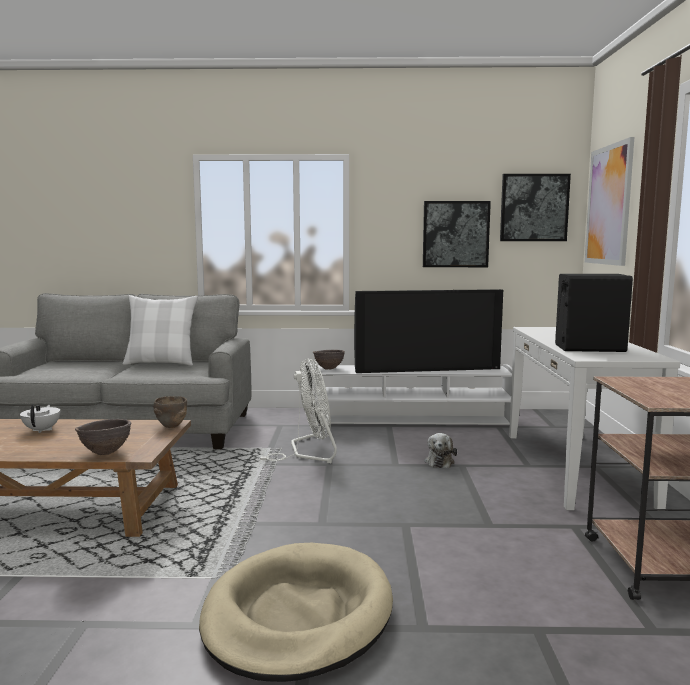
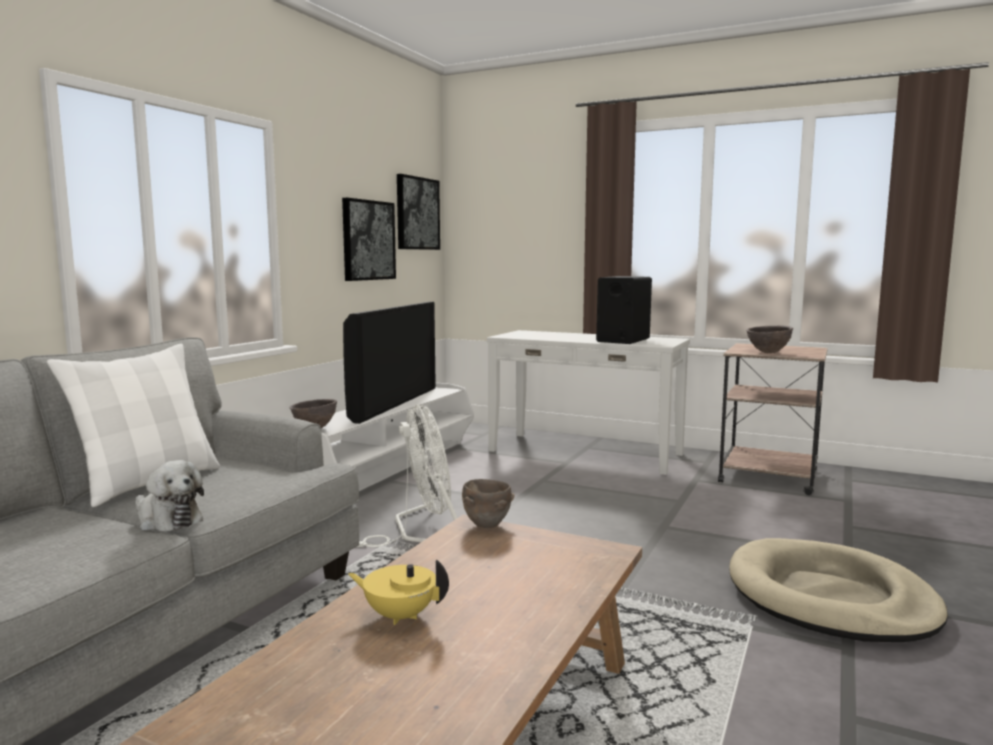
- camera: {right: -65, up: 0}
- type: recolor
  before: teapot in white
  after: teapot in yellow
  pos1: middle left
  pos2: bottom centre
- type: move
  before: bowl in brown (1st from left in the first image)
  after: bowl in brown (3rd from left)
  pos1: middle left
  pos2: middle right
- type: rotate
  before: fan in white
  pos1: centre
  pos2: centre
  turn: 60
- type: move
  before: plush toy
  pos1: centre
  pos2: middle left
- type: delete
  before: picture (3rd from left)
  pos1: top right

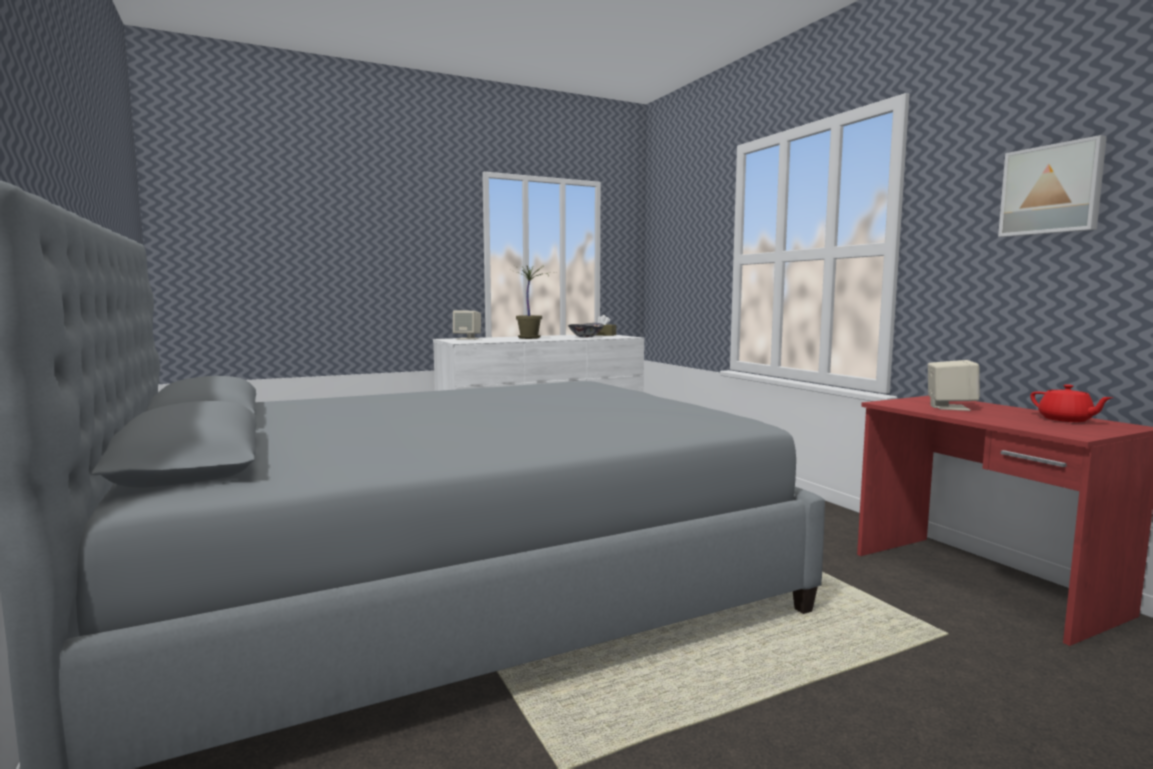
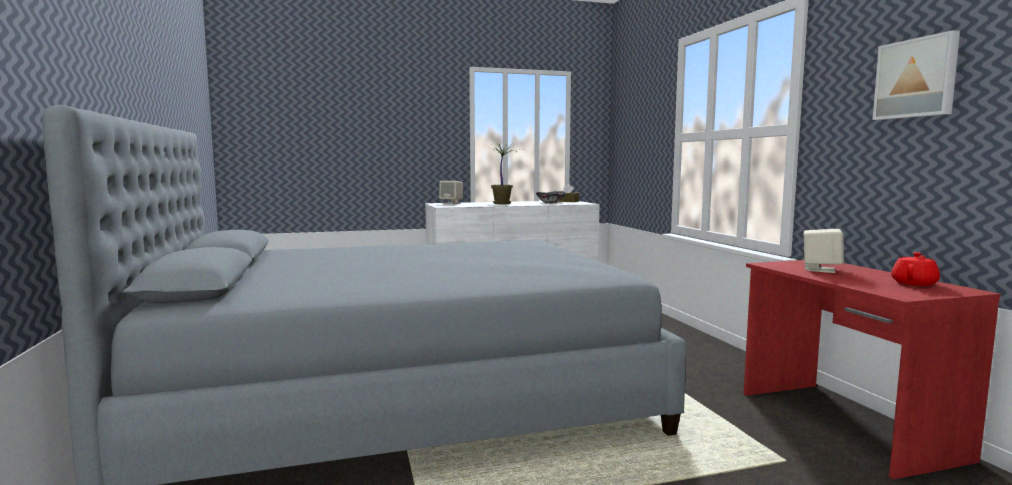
- camera: {right: 10, up: 0}
- type: rotate
  before: teapot in red
  pos1: middle right
  pos2: middle right
  turn: -120

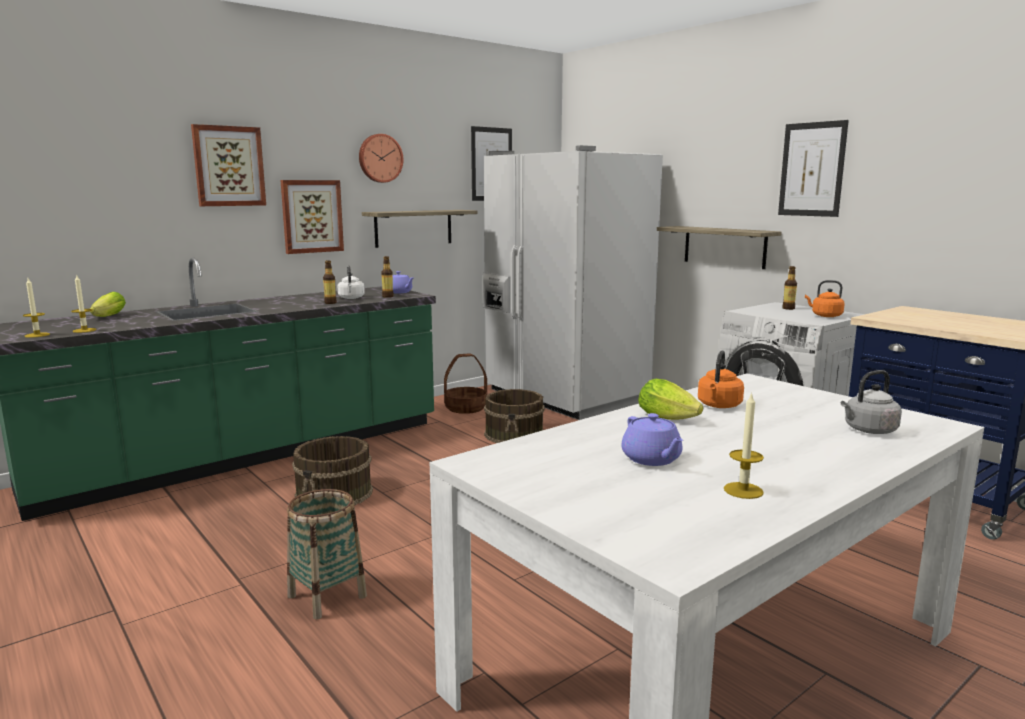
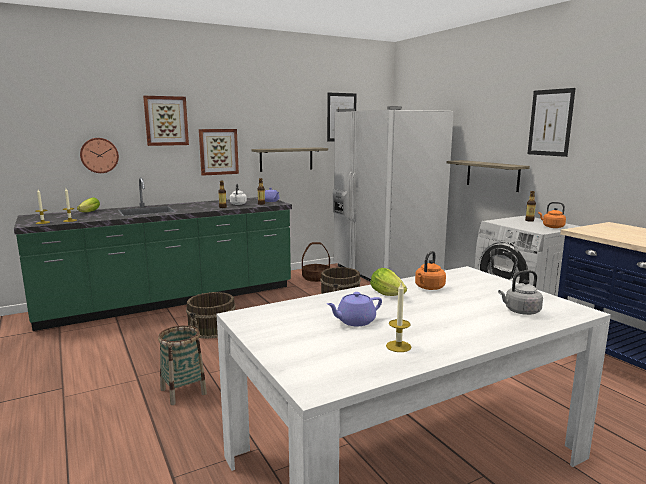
- camera: {right: 10, up: 0}
- type: move
  before: wall clock
  pos1: top centre
  pos2: top left
- type: rotate
  before: teapot in purple (2nd from left)
  pos1: centre
  pos2: centre
  turn: 75

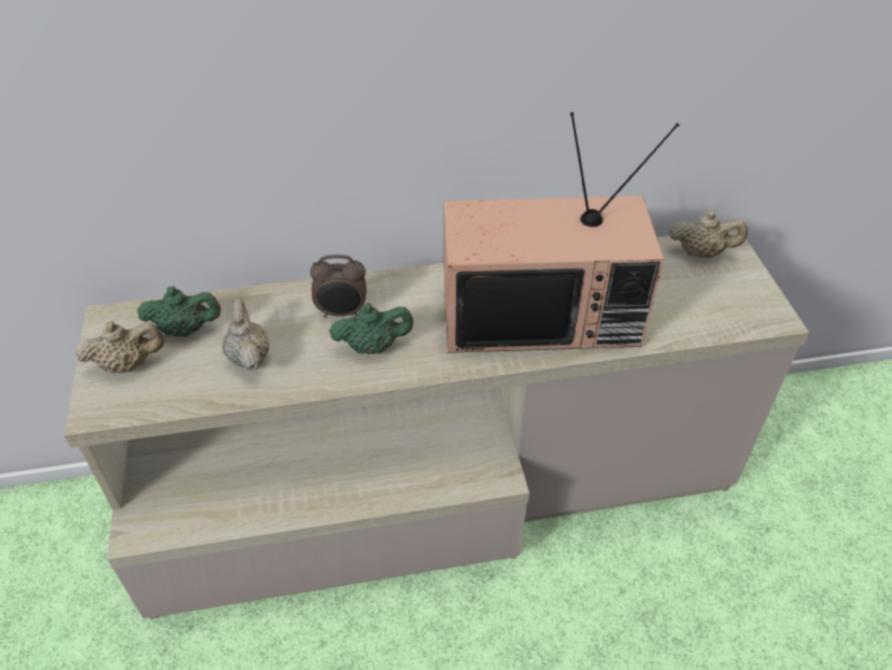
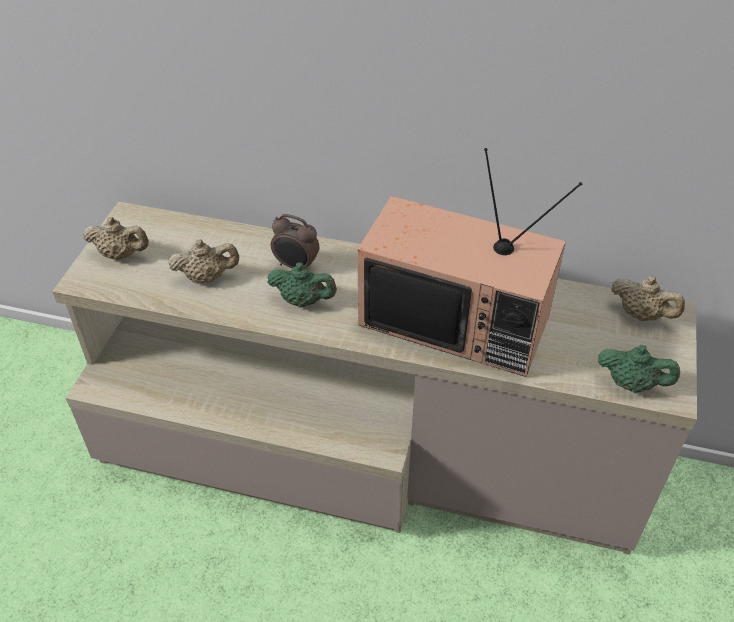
- camera: {right: 25, up: 0}
- type: move
  before: teapot in green (1st from left in the first image)
  after: teapot in green (2nd from left)
  pos1: middle left
  pos2: middle right
- type: rotate
  before: teapot in beige (2nd from left)
  pos1: middle left
  pos2: middle left
  turn: 75

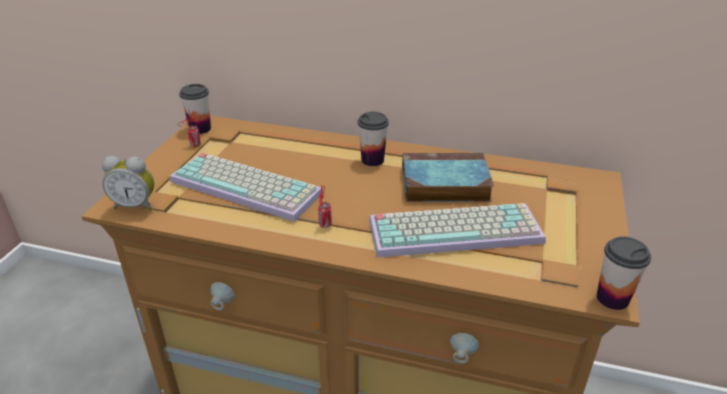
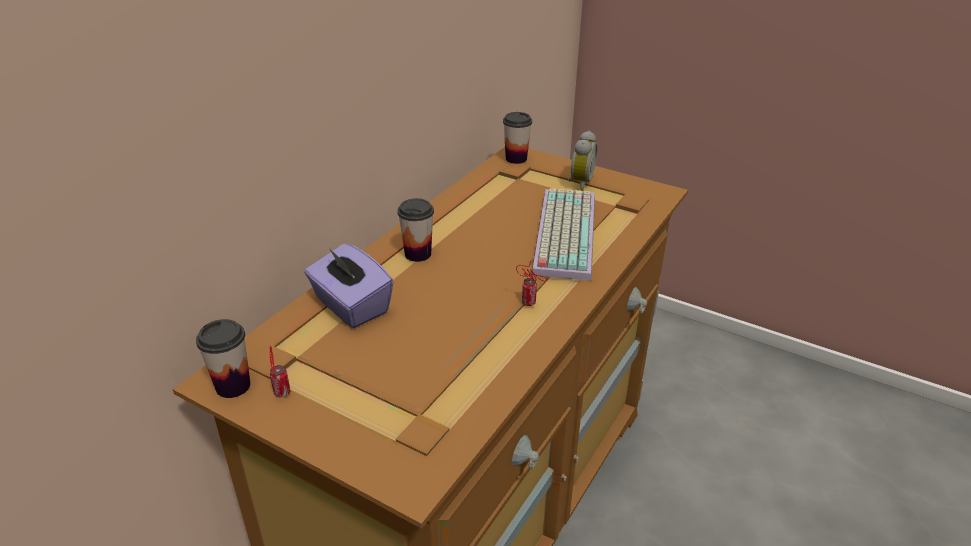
- camera: {right: -75, up: 0}
- type: move
  before: alarm clock
  pos1: middle left
  pos2: top centre
- type: delete
  before: keyboard (1st from left)
  pos1: centre
- type: delete
  before: book
  pos1: centre
- type: move
  before: cup (3rd from left)
  pos1: bottom right
  pos2: top centre
- type: insert
  after: tissue box in purple
  pos2: centre

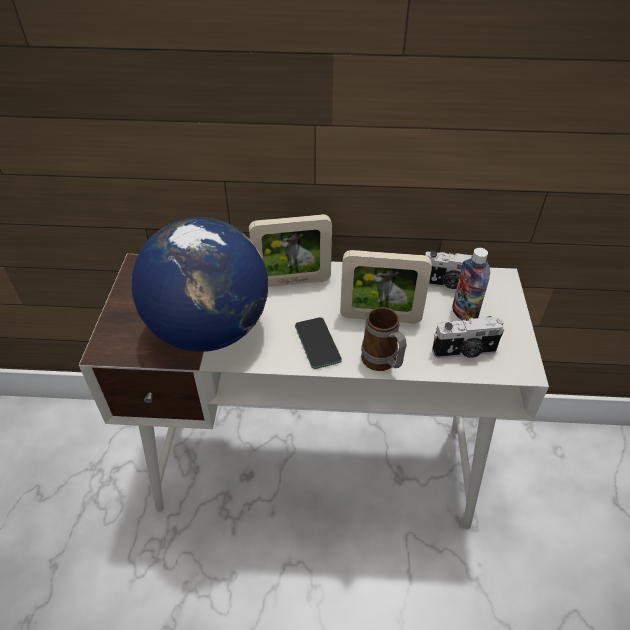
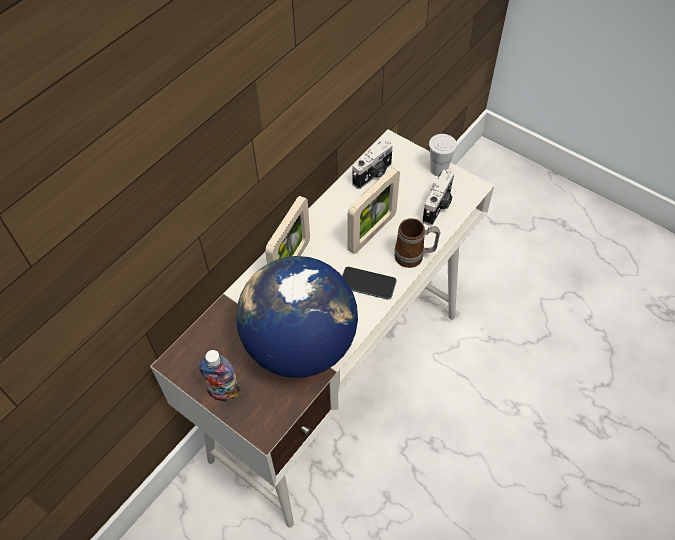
- camera: {right: -55, up: 10}
- type: move
  before: bottle
  pos1: middle right
  pos2: bottom left
- type: insert
  after: cup in white
  pos2: top centre

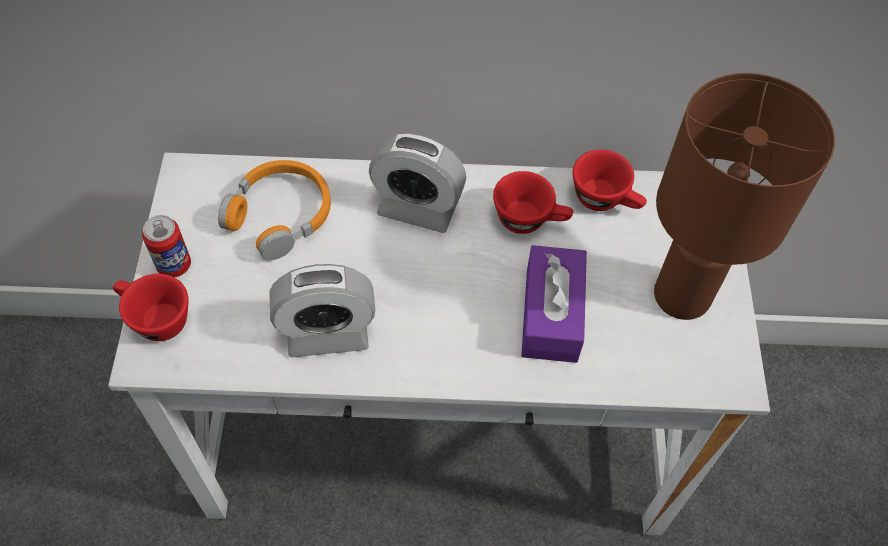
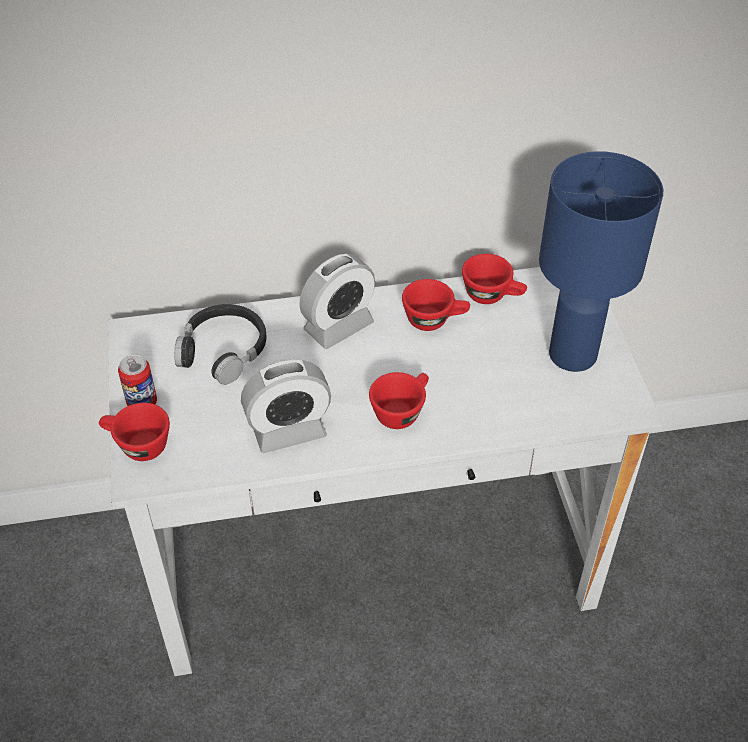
- camera: {right: -10, up: -10}
- type: recolor
  before: headphones in orange
  after: headphones in black
  pos1: middle left
  pos2: middle left
- type: rotate
  before: alarm clock (2nd from left)
  pos1: centre
  pos2: centre
  turn: -45
- type: delete
  before: tissue box in purple
  pos1: centre
- type: recolor
  before: table lamp in brown
  after: table lamp in blue
  pos1: middle right
  pos2: middle right
- type: insert
  after: cup in red (2nd from left)
  pos2: centre

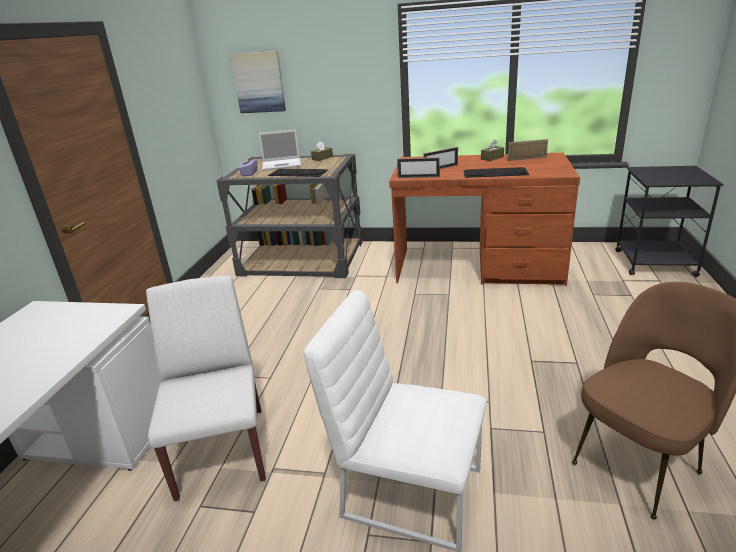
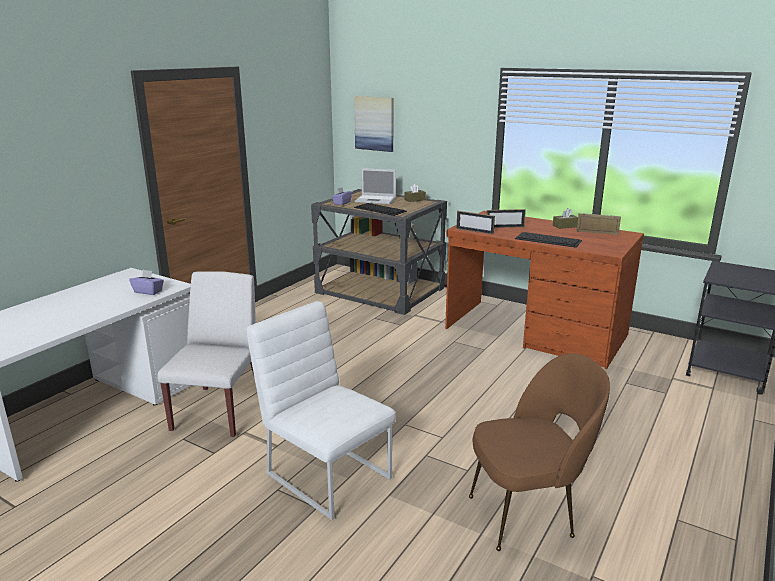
- camera: {right: 20, up: -5}
- type: insert
  after: tissue box in purple (1st from left)
  pos2: middle left

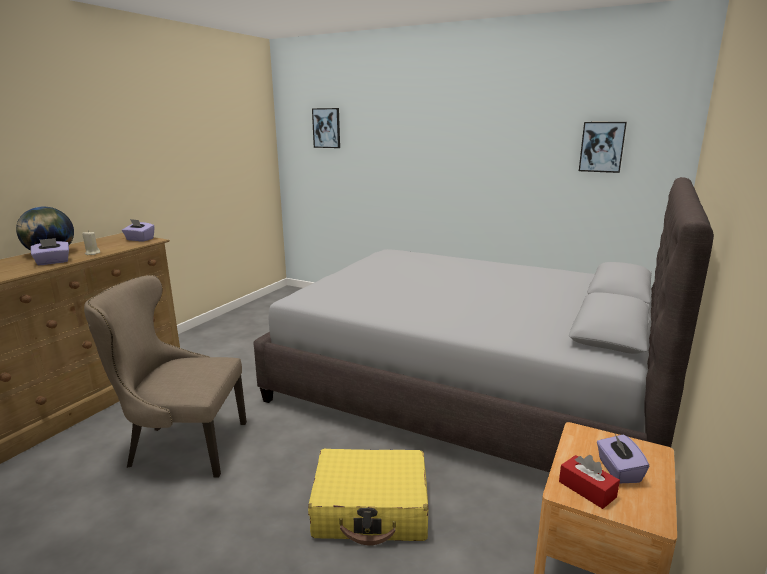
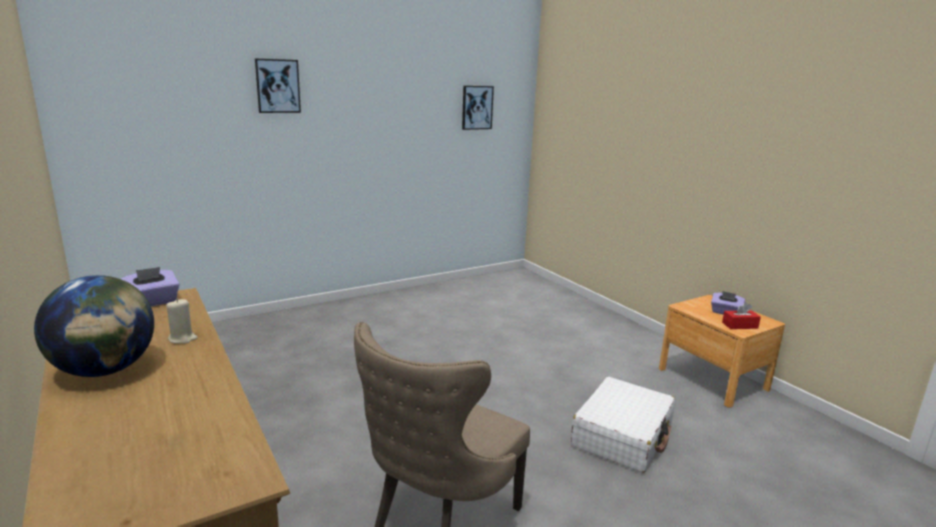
- camera: {right: -60, up: 0}
- type: delete
  before: tissue box in purple (1st from left)
  pos1: middle left
- type: delete
  before: bed in grey
  pos1: centre
- type: recolor
  before: suitcase in yellow
  after: suitcase in white
  pos1: bottom centre
  pos2: bottom centre
- type: move
  before: picture (1st from left)
  pos1: top centre
  pos2: top left

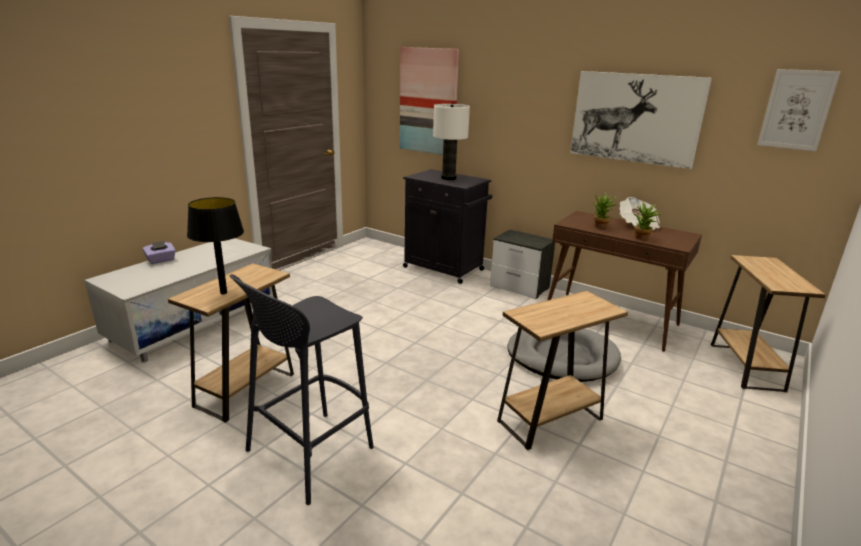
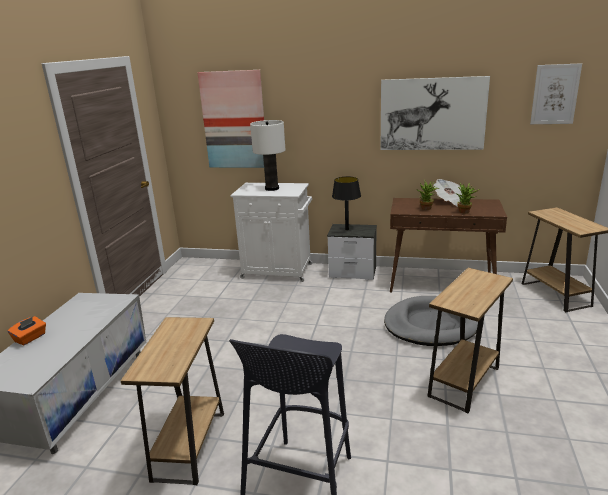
- camera: {right: -20, up: 0}
- type: recolor
  before: tissue box in purple
  after: tissue box in orange
  pos1: middle left
  pos2: bottom left
- type: move
  before: table lamp in black
  pos1: middle left
  pos2: centre
- type: recolor
  before: cabinet in black
  after: cabinet in white
  pos1: centre
  pos2: centre

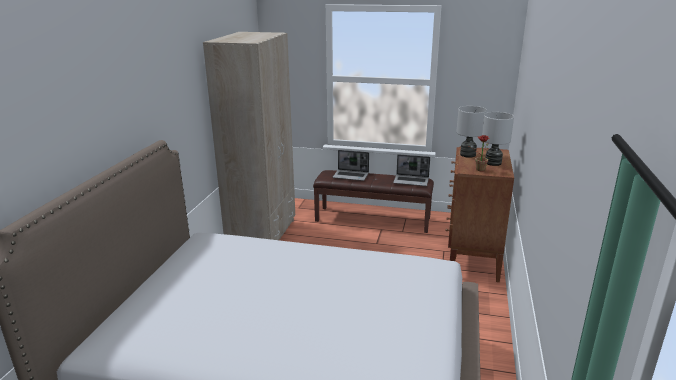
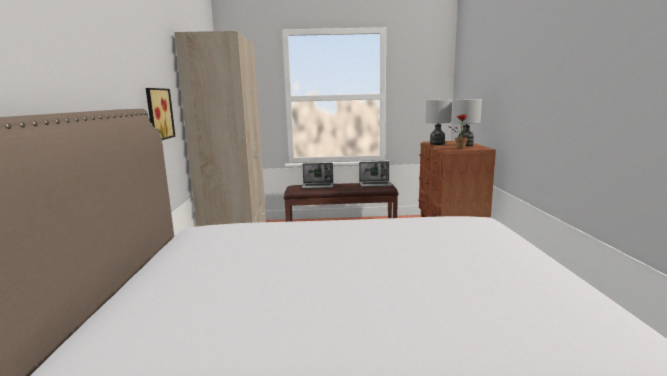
- camera: {right: -15, up: -10}
- type: insert
  after: picture
  pos2: top left

